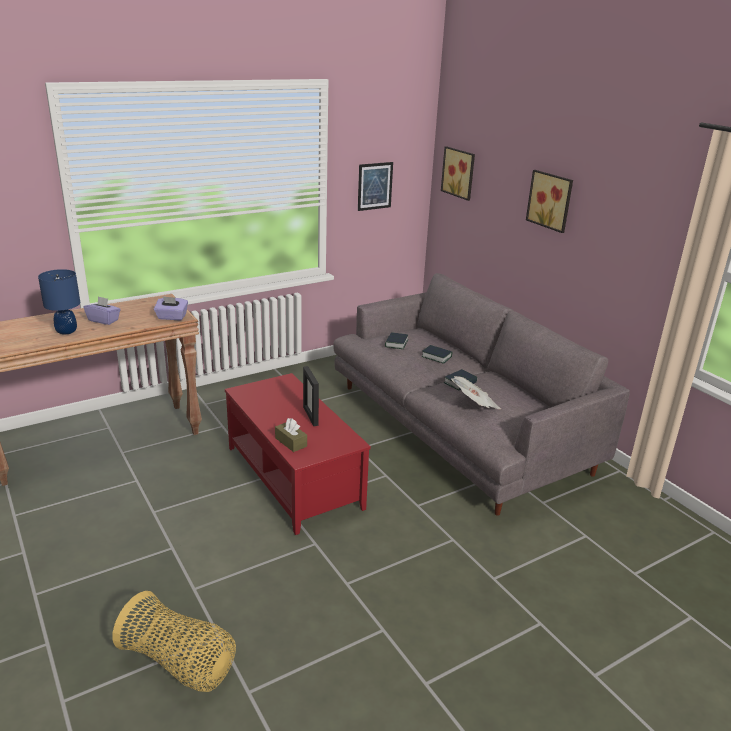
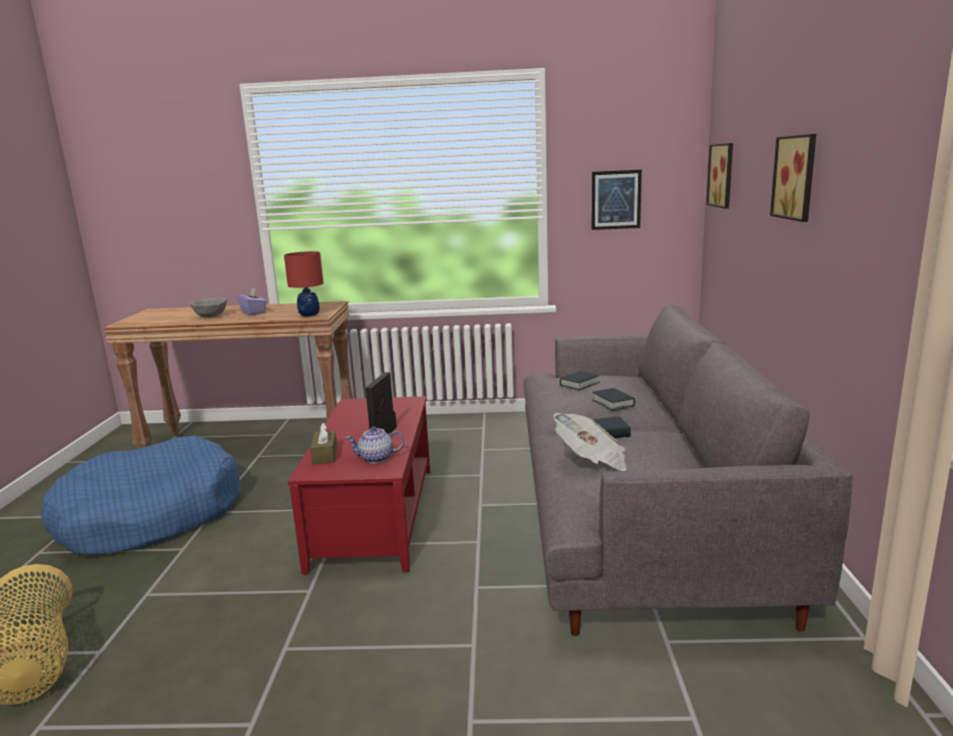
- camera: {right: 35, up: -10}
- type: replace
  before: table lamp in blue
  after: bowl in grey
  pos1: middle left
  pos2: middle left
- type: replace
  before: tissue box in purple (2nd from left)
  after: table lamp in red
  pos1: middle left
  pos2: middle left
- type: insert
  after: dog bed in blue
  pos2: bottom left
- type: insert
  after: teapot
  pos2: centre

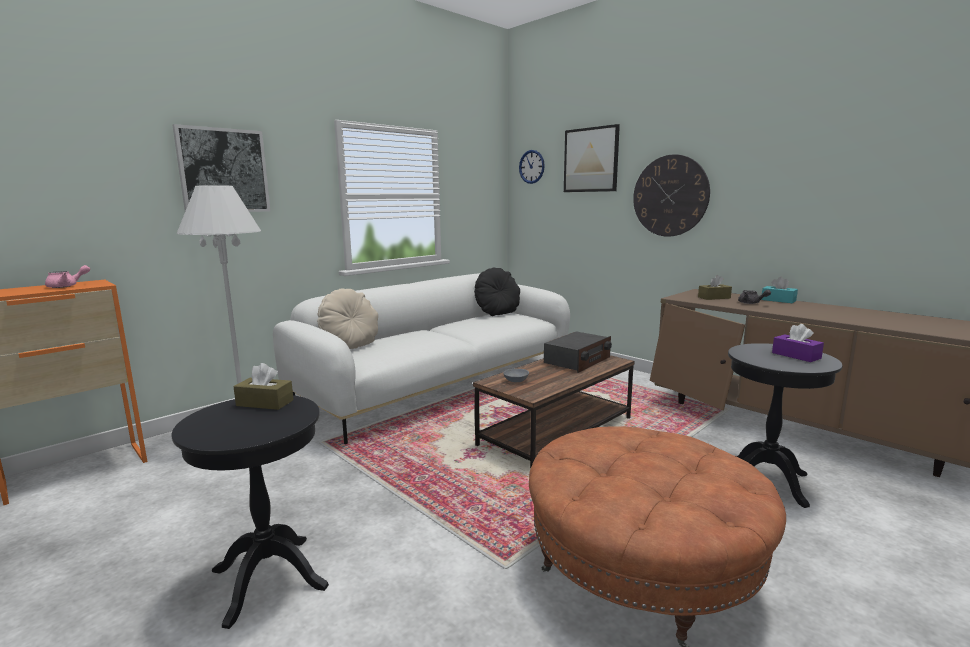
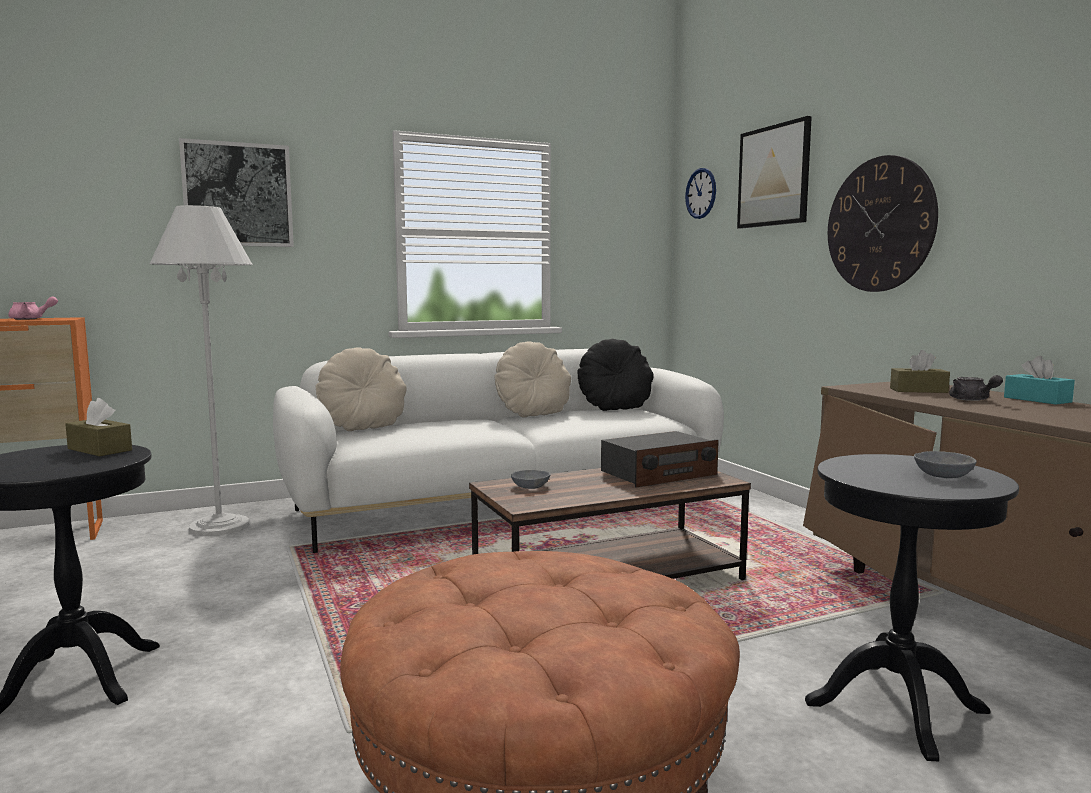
- camera: {right: 20, up: -5}
- type: replace
  before: tissue box in purple
  after: bowl in grey (2nd from left)
  pos1: middle right
  pos2: middle right
- type: insert
  after: pillow in beige (2nd from left)
  pos2: centre

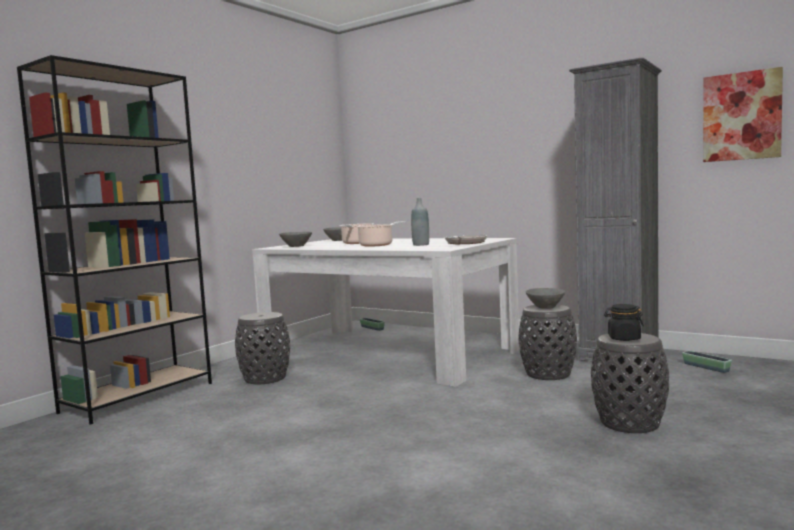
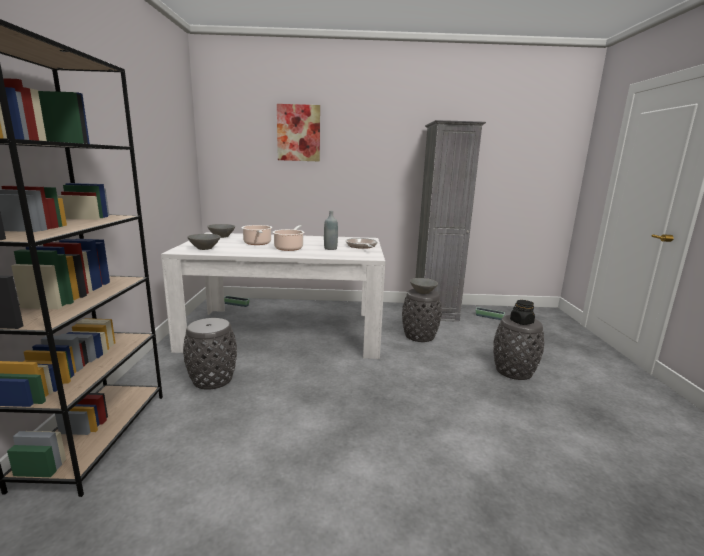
- camera: {right: -35, up: 10}
- type: move
  before: picture
  pos1: top right
  pos2: top centre

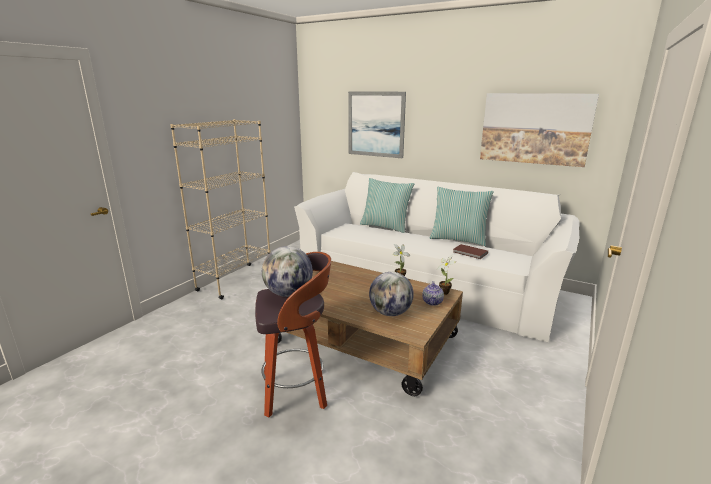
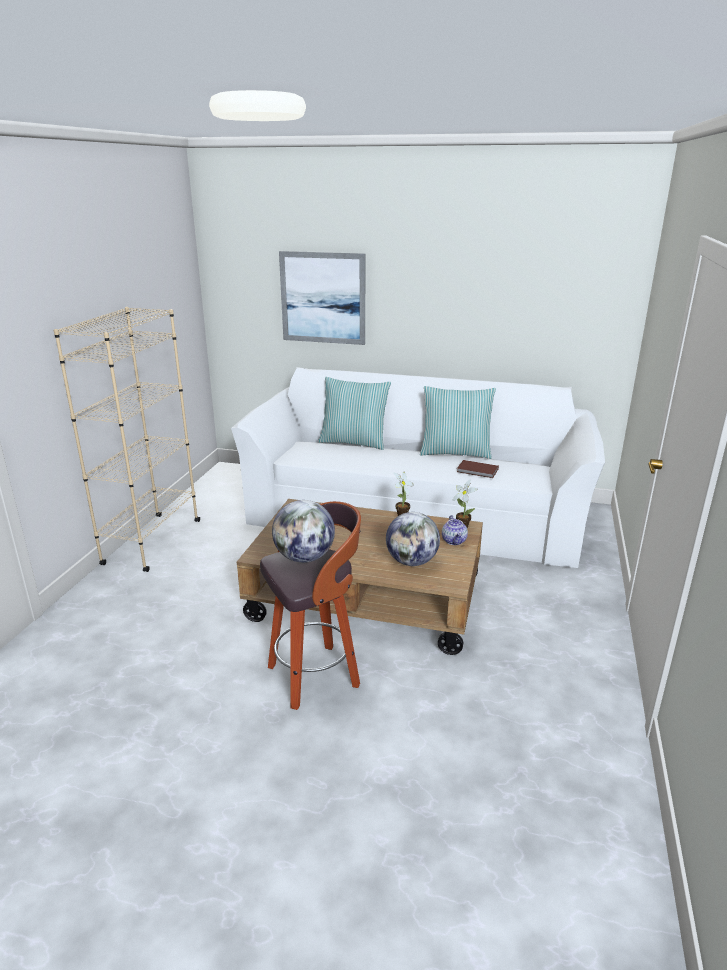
- camera: {right: -15, up: 5}
- type: delete
  before: picture (2nd from left)
  pos1: top right

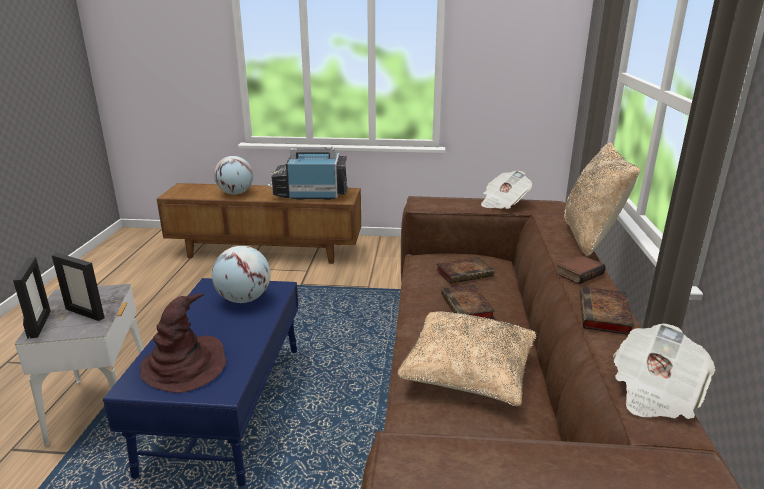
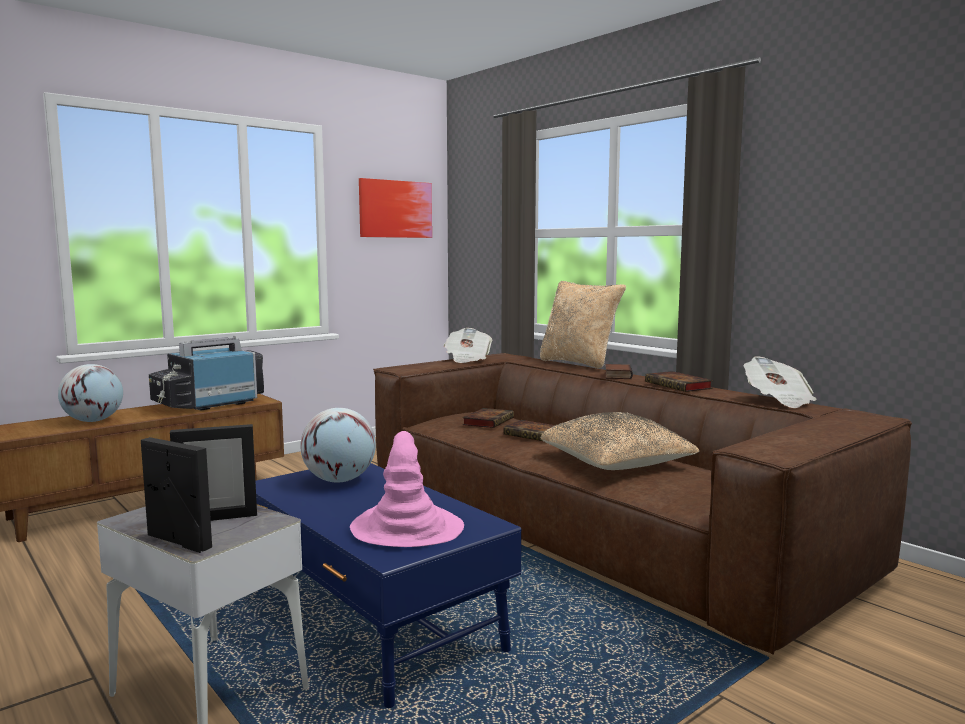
- camera: {right: -45, up: -15}
- type: recolor
  before: hat in brown
  after: hat in pink
  pos1: bottom left
  pos2: bottom centre
- type: insert
  after: picture
  pos2: top centre

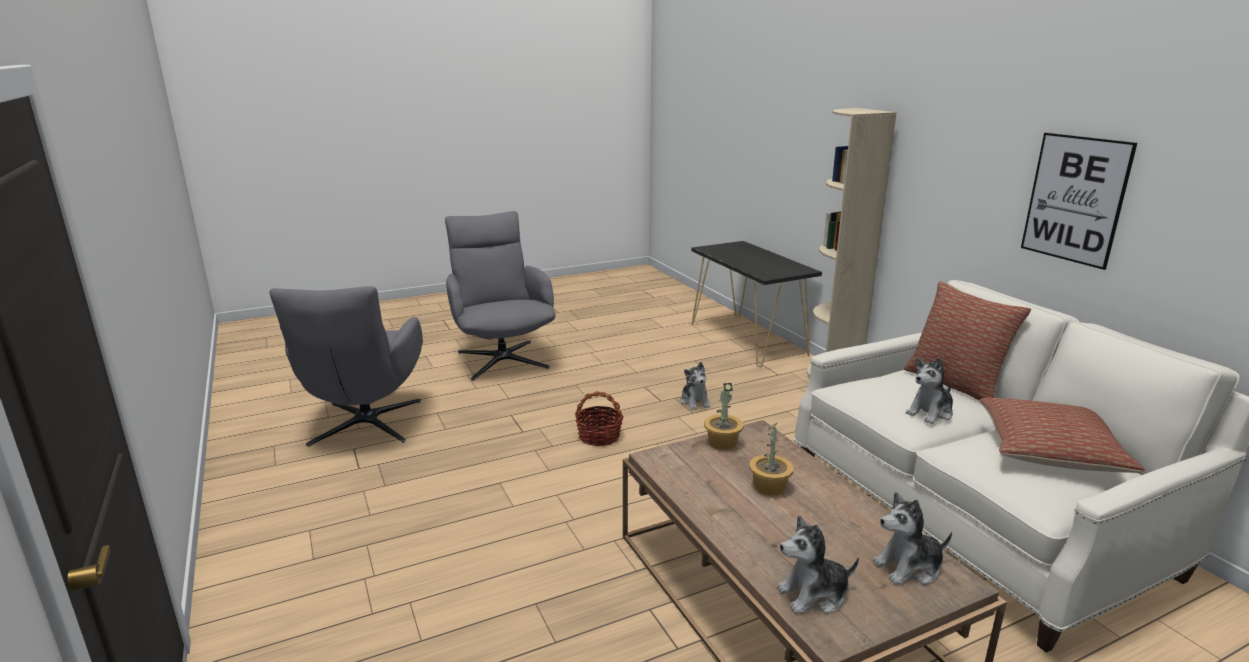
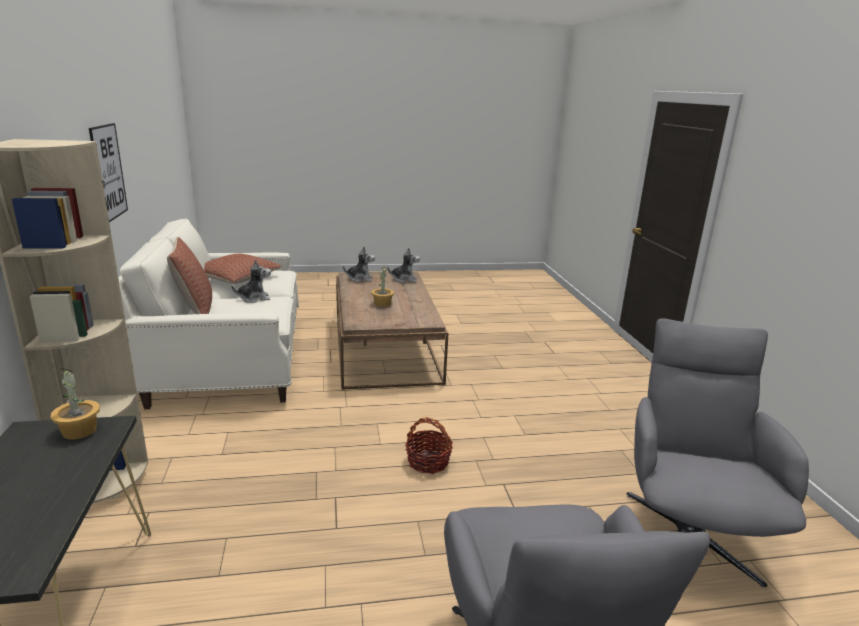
- camera: {right: -165, up: 0}
- type: delete
  before: plush toy (1st from left)
  pos1: centre
- type: move
  before: potted plant (1st from left)
  pos1: centre
  pos2: middle left

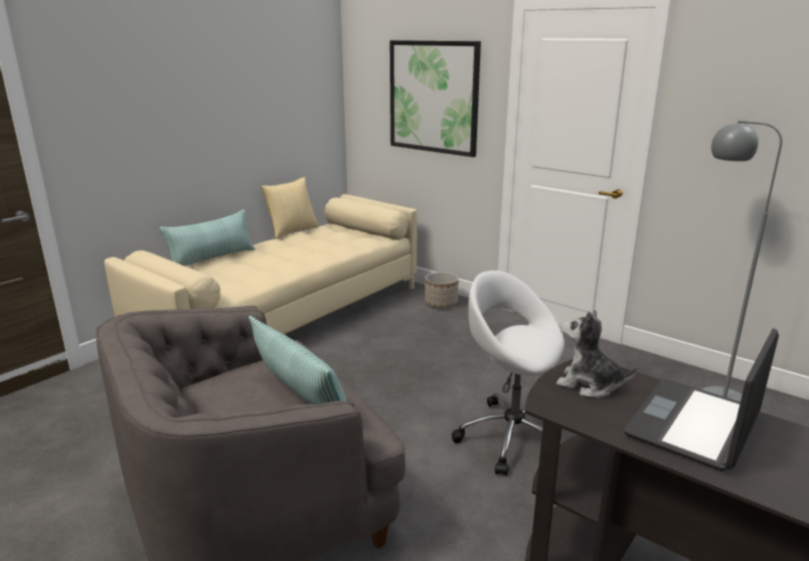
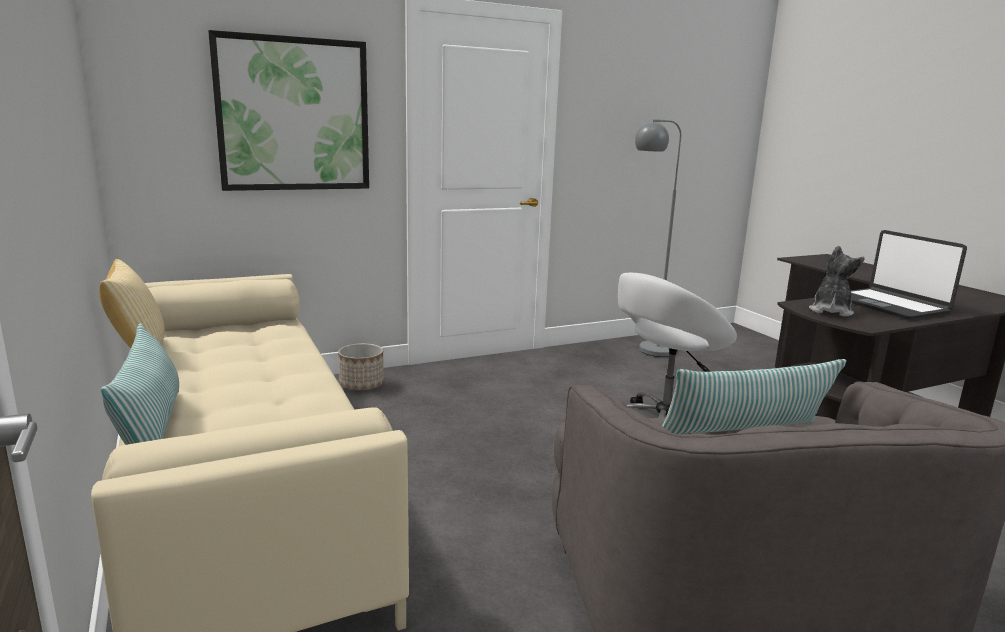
- camera: {right: -65, up: -5}
- type: rotate
  before: plush toy
  pos1: middle right
  pos2: middle right
  turn: 150

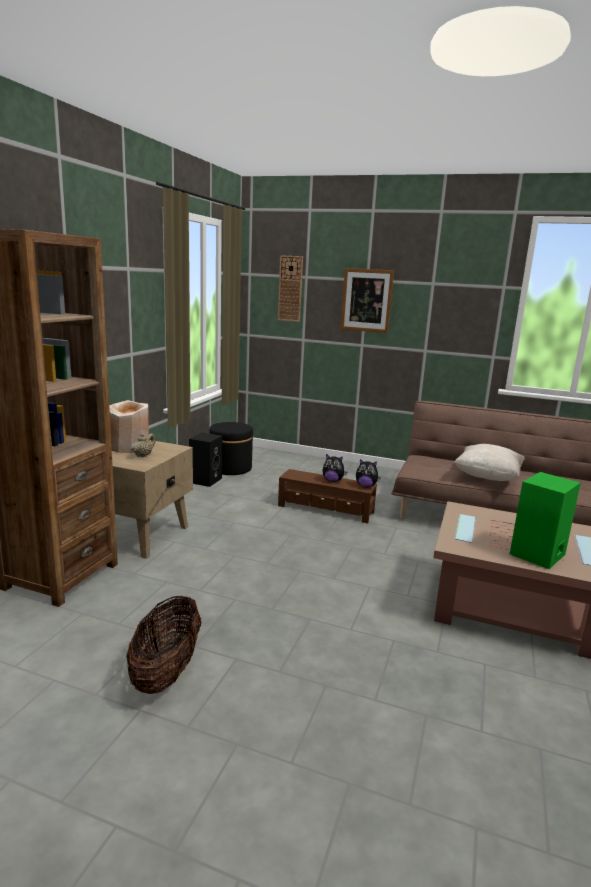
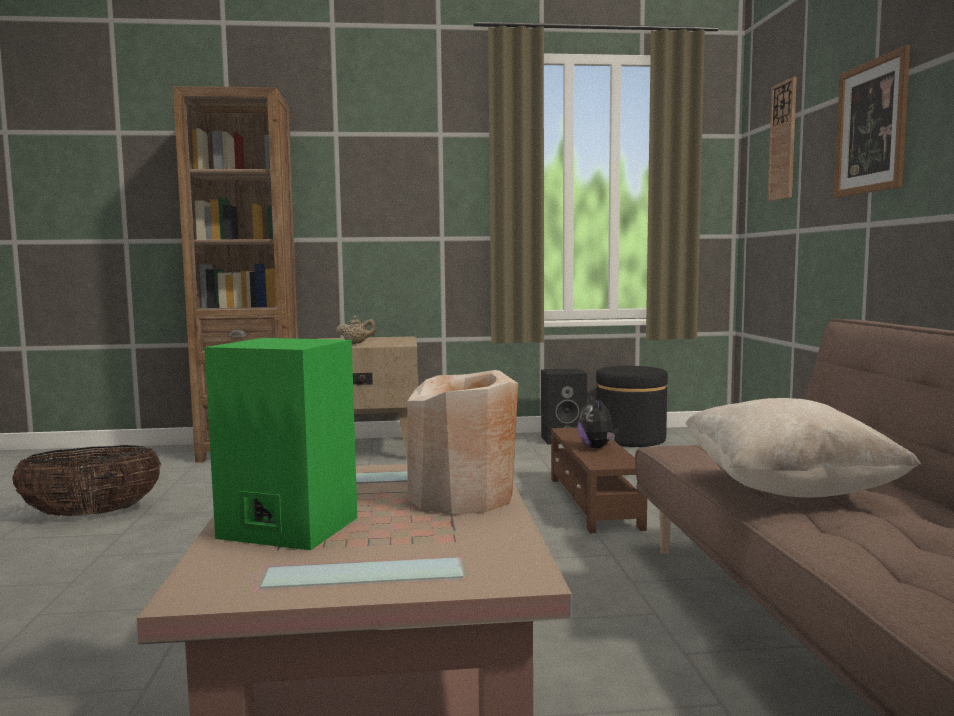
- camera: {right: 65, up: -10}
- type: move
  before: vase in beige
  pos1: middle left
  pos2: centre
- type: delete
  before: plush toy (2nd from left)
  pos1: centre

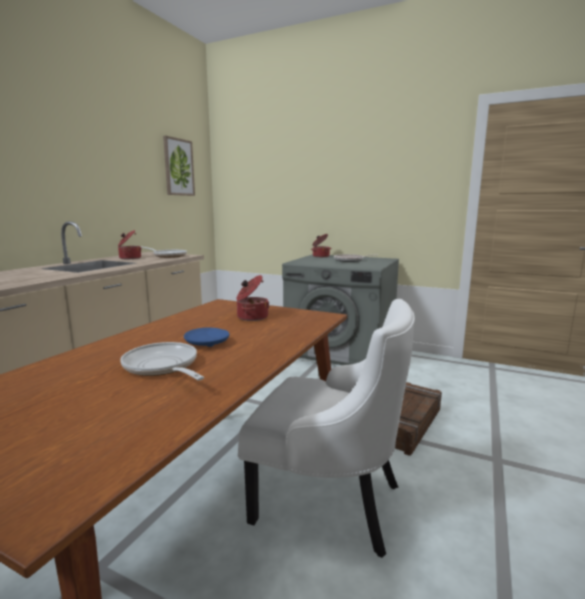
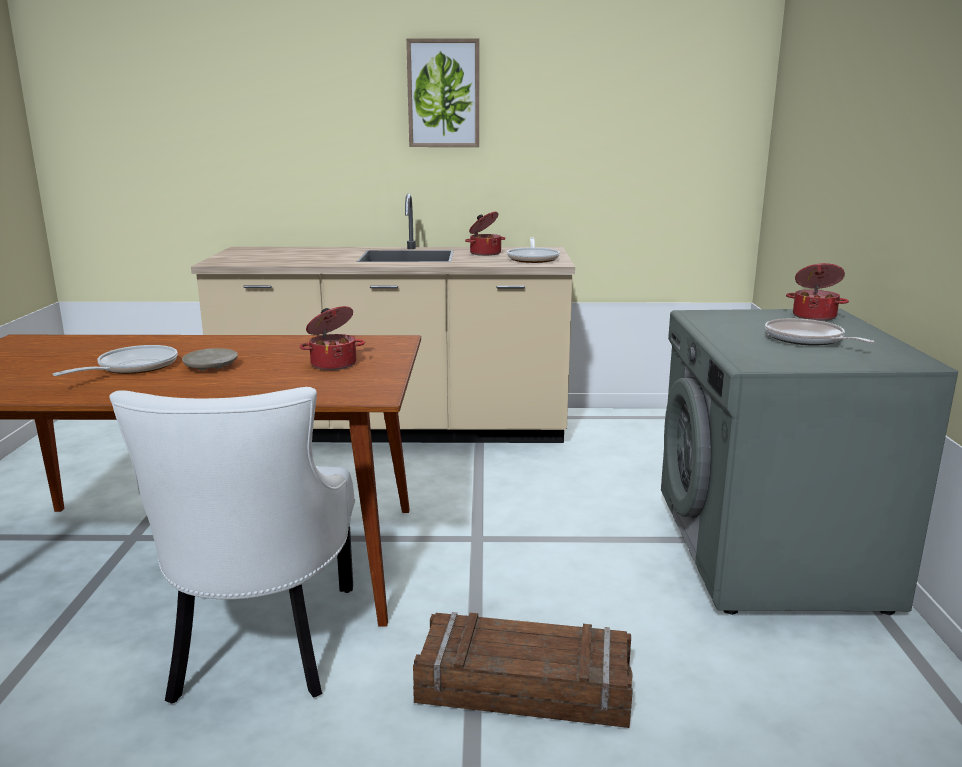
- camera: {right: 65, up: 5}
- type: move
  before: picture
  pos1: top left
  pos2: top centre
- type: recolor
  before: plate in blue
  after: plate in beige
  pos1: centre
  pos2: middle left

